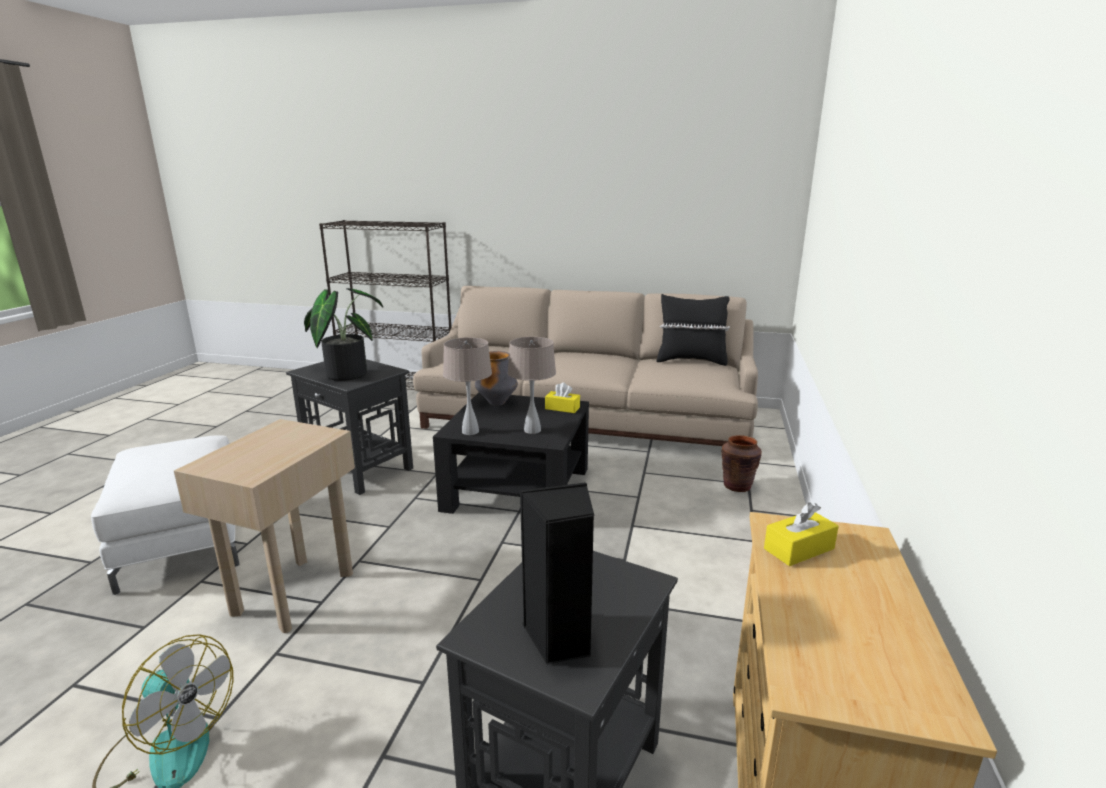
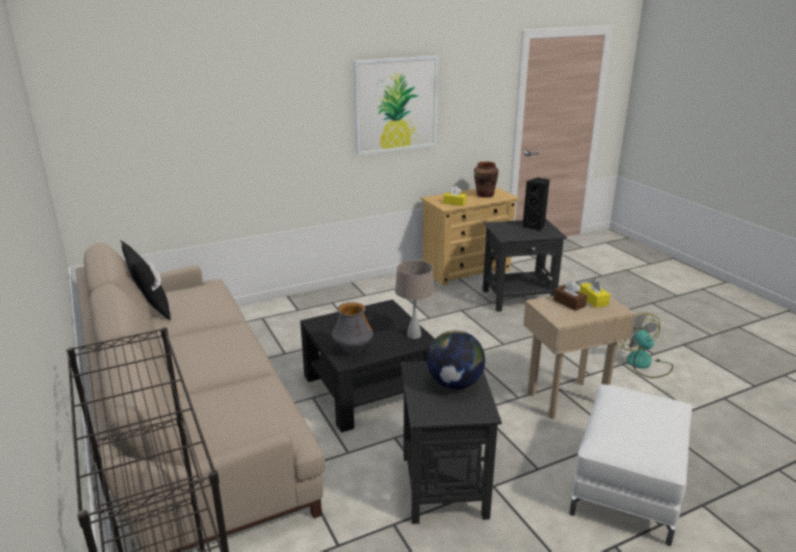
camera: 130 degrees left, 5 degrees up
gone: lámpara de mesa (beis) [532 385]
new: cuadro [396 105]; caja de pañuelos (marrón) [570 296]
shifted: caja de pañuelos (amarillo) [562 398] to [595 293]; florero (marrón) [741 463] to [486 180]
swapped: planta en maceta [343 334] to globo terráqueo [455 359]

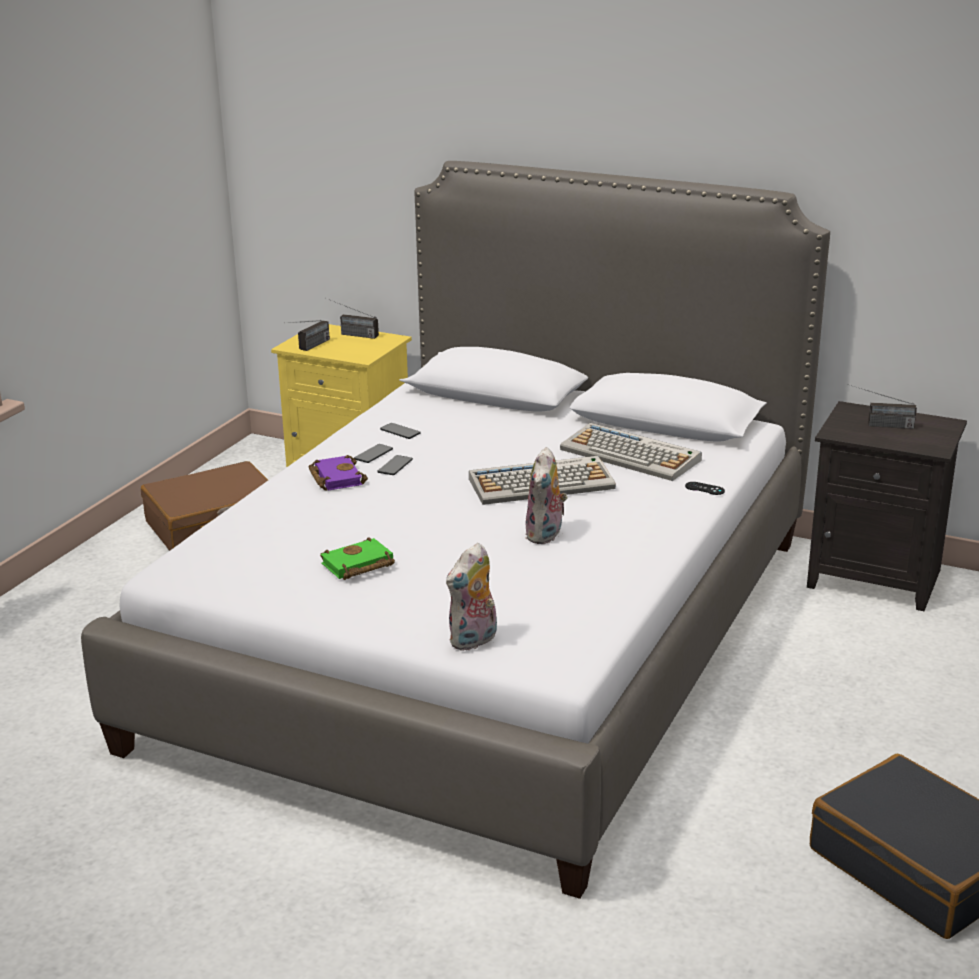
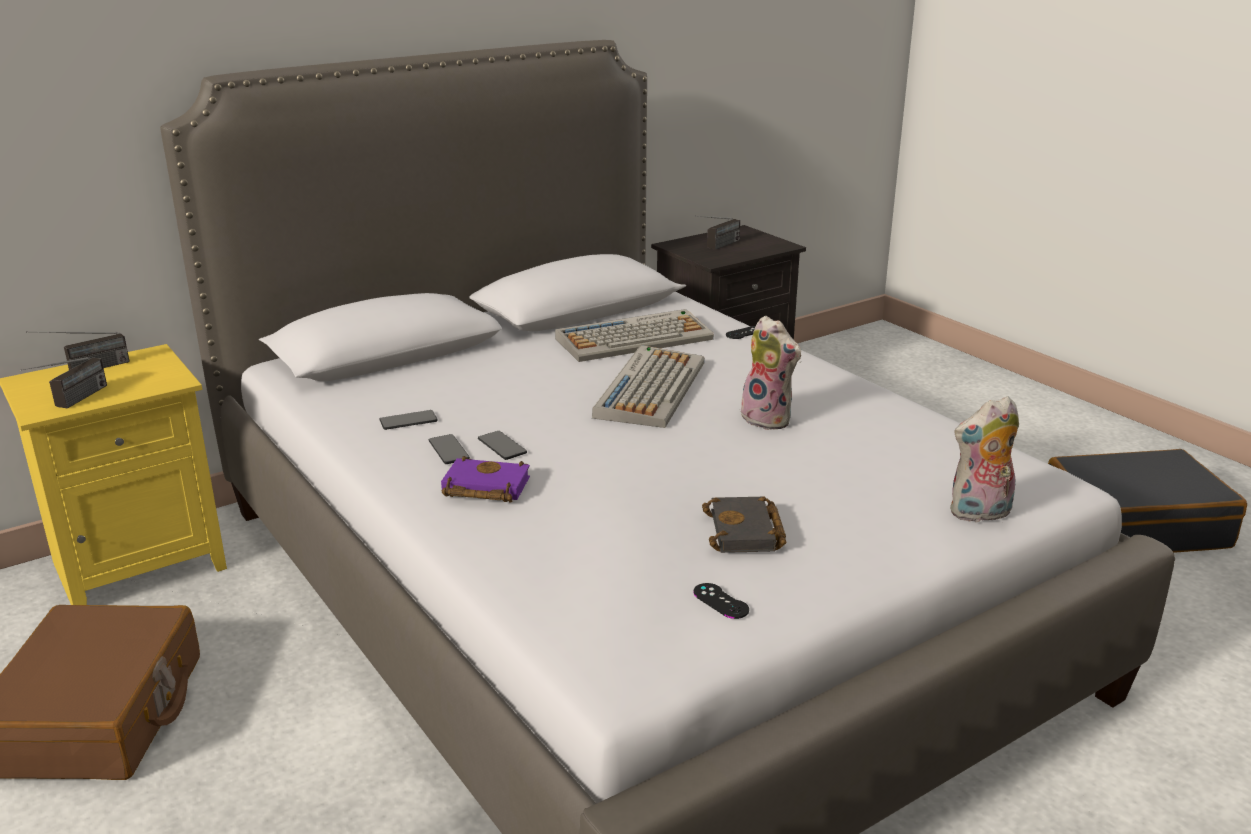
camera: 60 degrees left, 0 degrees up
new: mando de consola (negro) [721 601]
repainted: libro (verde) [357 558] to libro (negro) [744 524]
rotated: radio [307 335] = [63 383] 45 degrees clockwise; peluche [471 597] = [984 459] 90 degrees clockwise

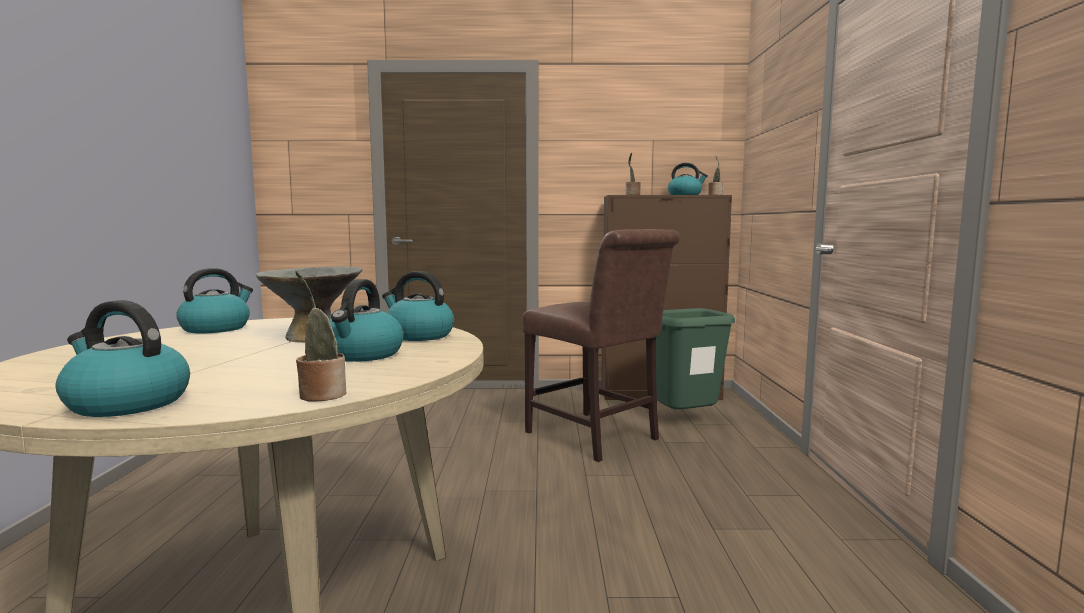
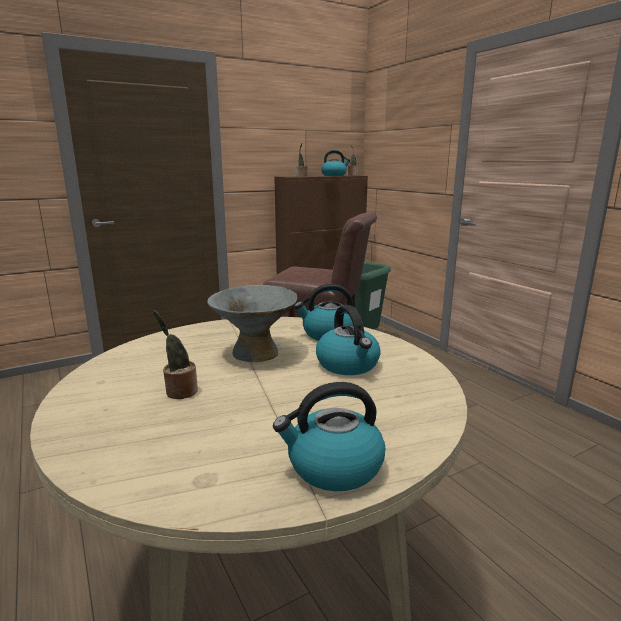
camera: 30 degrees left, 10 degrees up
gone: hervidor [214 300]
shifted: planta en maceta [321 336] to [175 354]

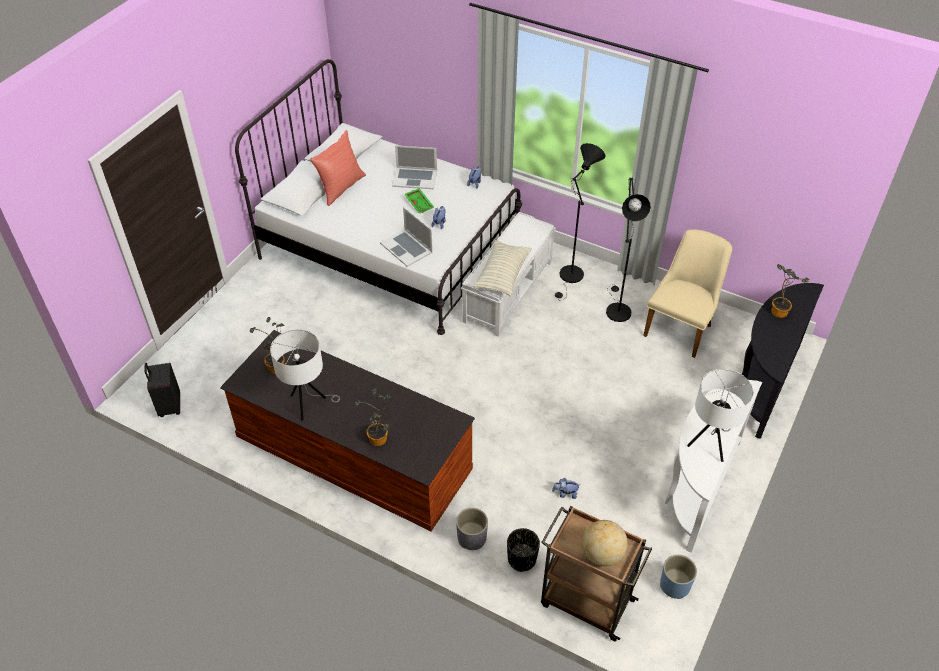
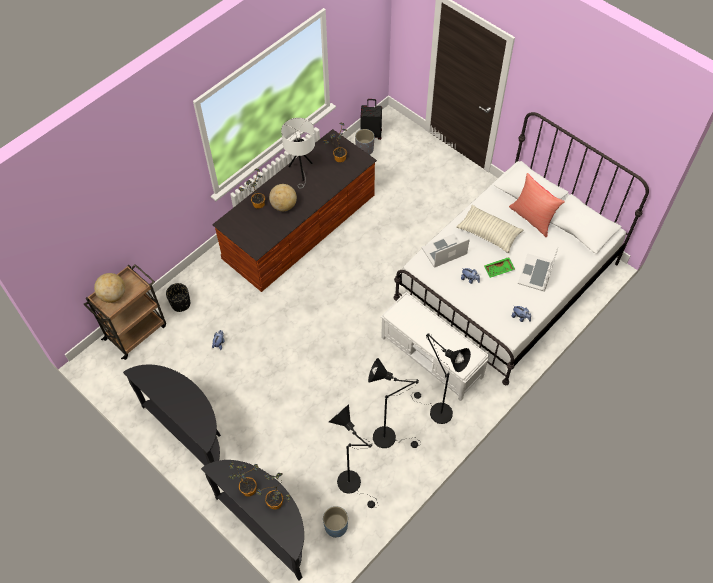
camera: 105 degrees right, 10 degrees up
gone: lámpara de mesa (blanco) [720 415]
new: planta en maceta [243 479]; globo terráqueo [283 197]
shifted: maceta (gris) [472 529] to [364 142]; cojín [502 268] to [489 229]; maceta (azul) [678 577] to [335 522]
swapped: silla (beis) [687 293] to lámpara de pie (negro) [354 456]
repainted: mesa consola (blanco) [713 466] to mesa consola (negro) [172 415]

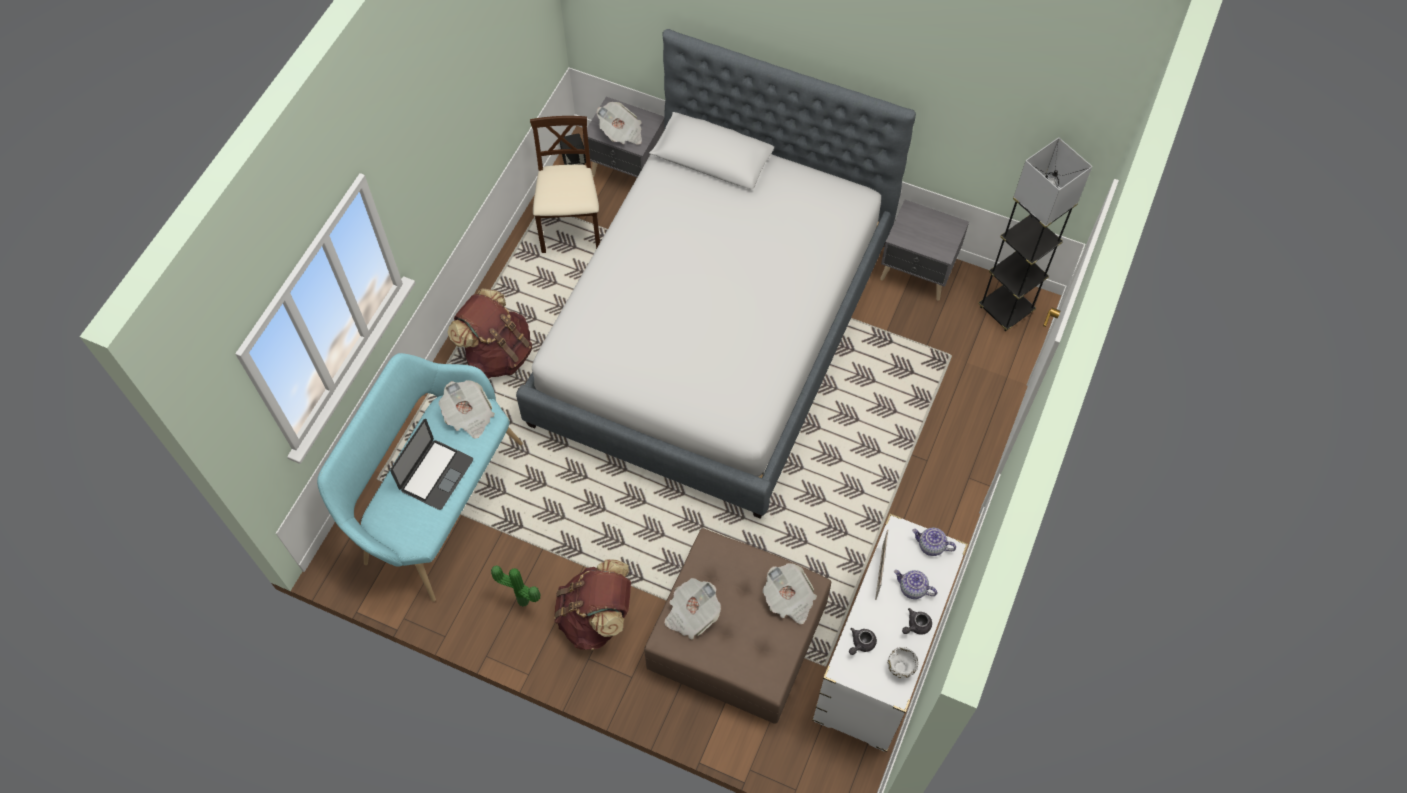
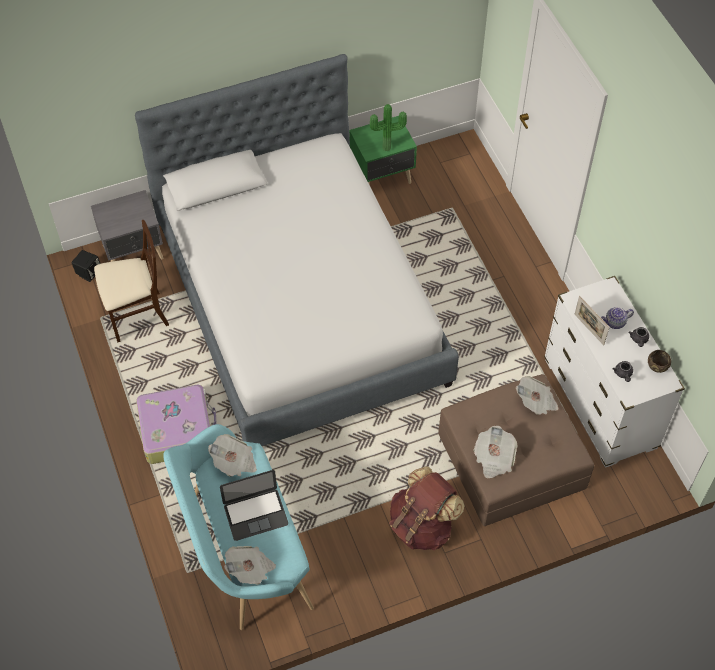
camera: 45 degrees left, 5 degrees down
gone: tetera [934 542]; lámpara de pie (gris) [1035 234]
shifted: planta en maceta [516 586] to [388 127]; periódico [619 123] to [250 565]
swapped: mochila (marrón) [489 333] to maleta [176 424]
repainted: mesita de noche (gris) [924 250] to mesita de noche (verde) [383 150]; cuenco (blanco) [903 662] to cuenco (marrón) [659 361]
rotated: portátil [431 464] = [254 505] 90 degrees clockwise; silla (beis) [565 184] = [131 281] 120 degrees clockwise

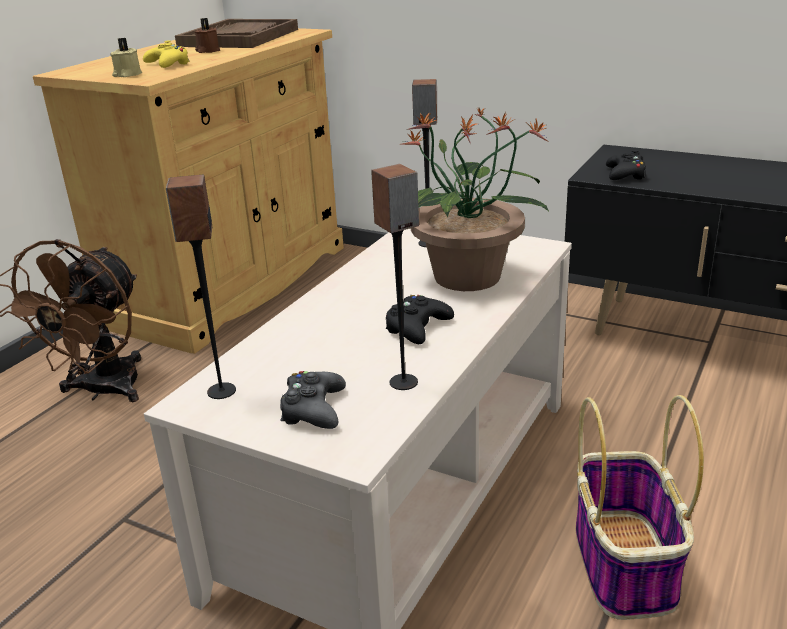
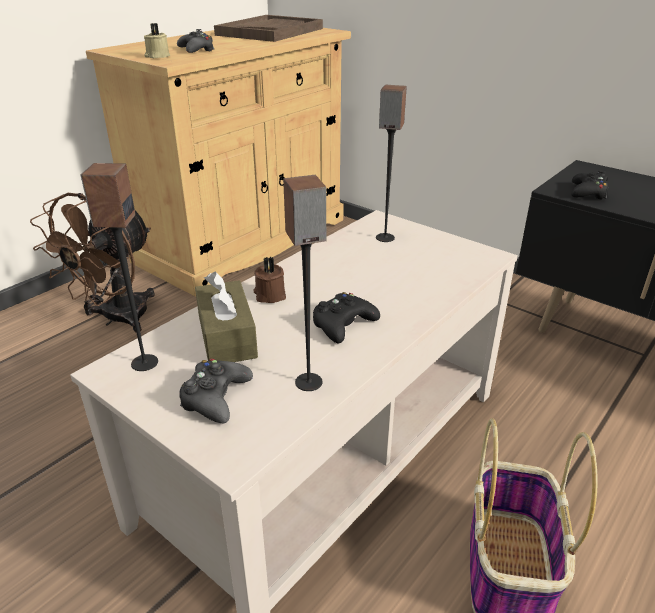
camera: 10 degrees right, 5 degrees up
gone: planta en maceta [475 199]
new: caja de pañuelos (marrón) [226 316]
shifted: vela (marrón) [207 35] to [269 280]
repainted: mando de consola (amarillo) [166 54] to mando de consola (negro) [195 41]

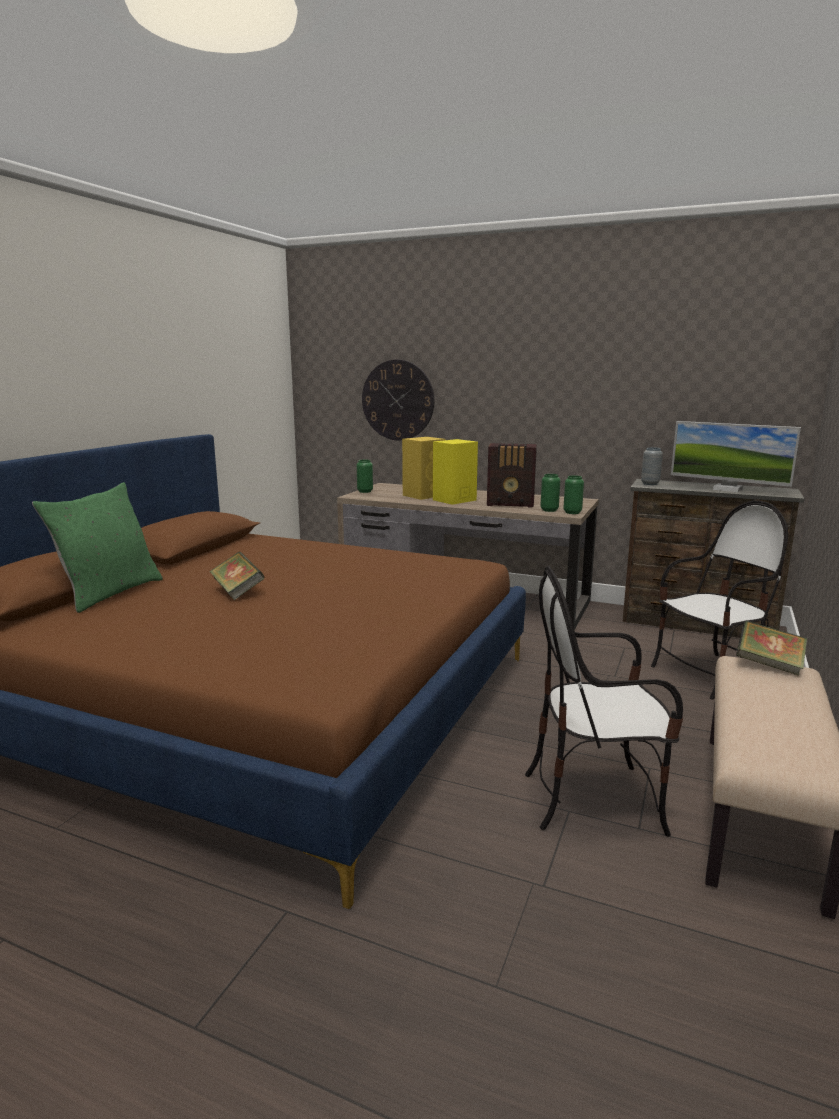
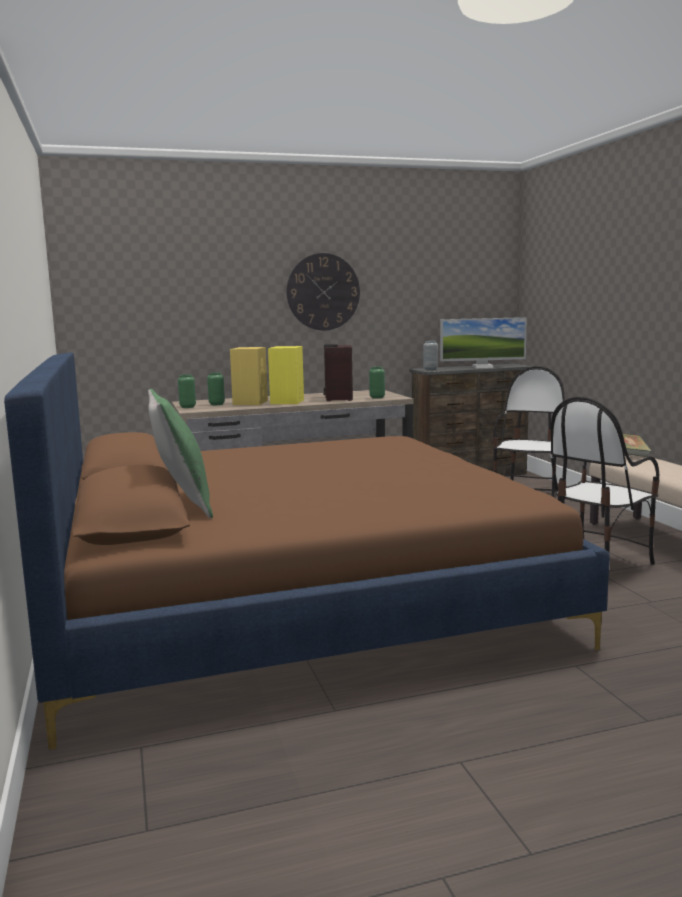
camera: 40 degrees left, 5 degrees down
gone: libro [237 576]
shifted: reloj de pared [398 400] to [323 291]; florero (verde) [573 494] to [216 388]
rotated: radio [512 475] = [338 372] 120 degrees clockwise

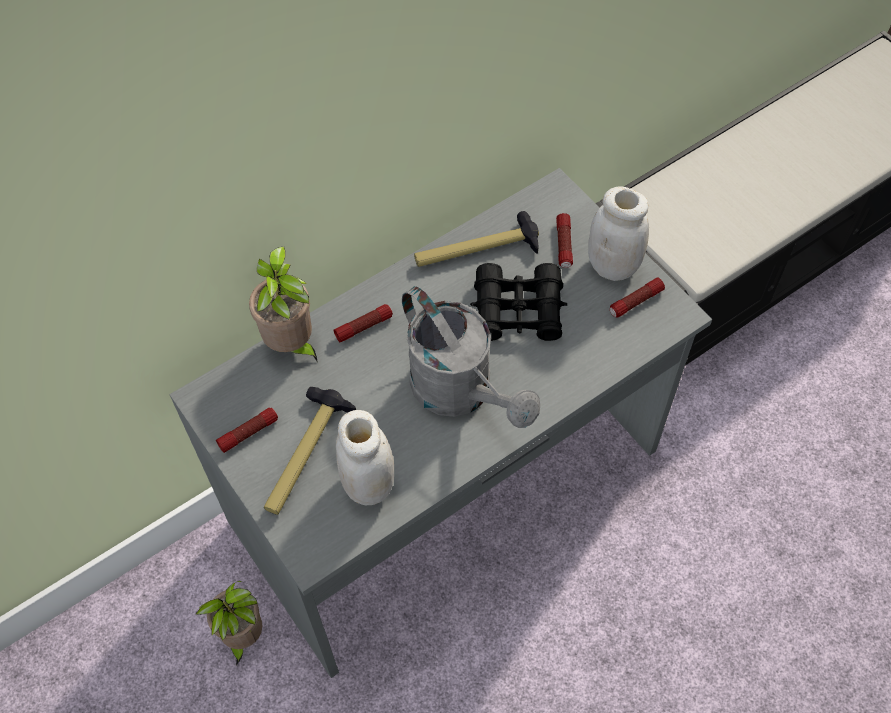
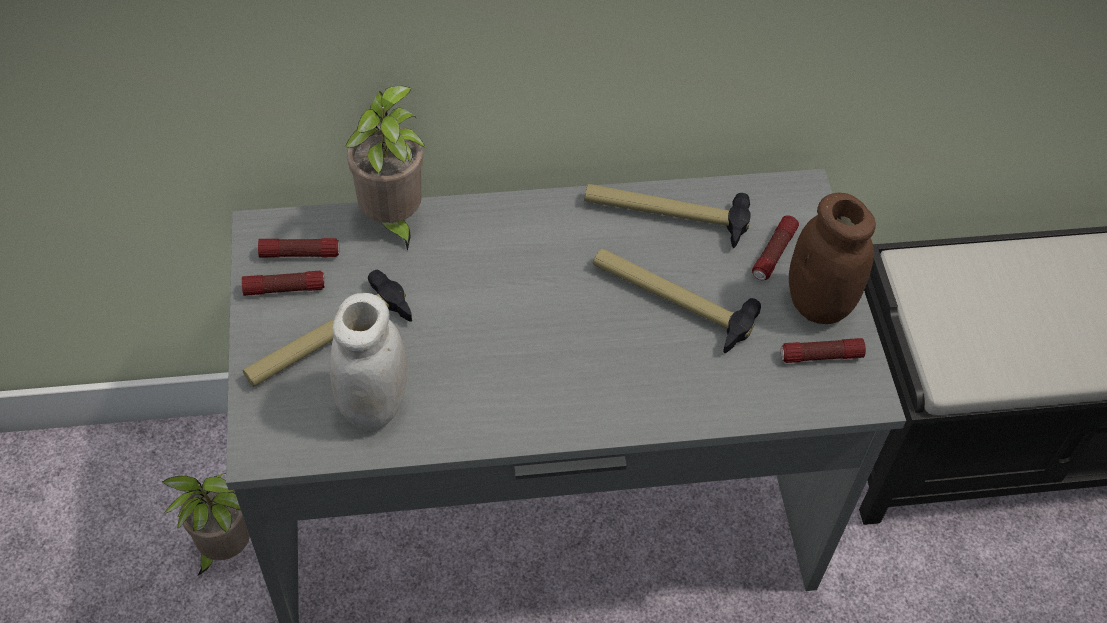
camera: 25 degrees right, 5 degrees down
gone: regadera (gris) [471 357]
shifted: linterna [363 323] to [298 248]
swapped: prismáticos (negro) [518 302] to martillo [677 300]
repainted: tarro (blanco) [618 233] to tarro (marrón) [832 258]

